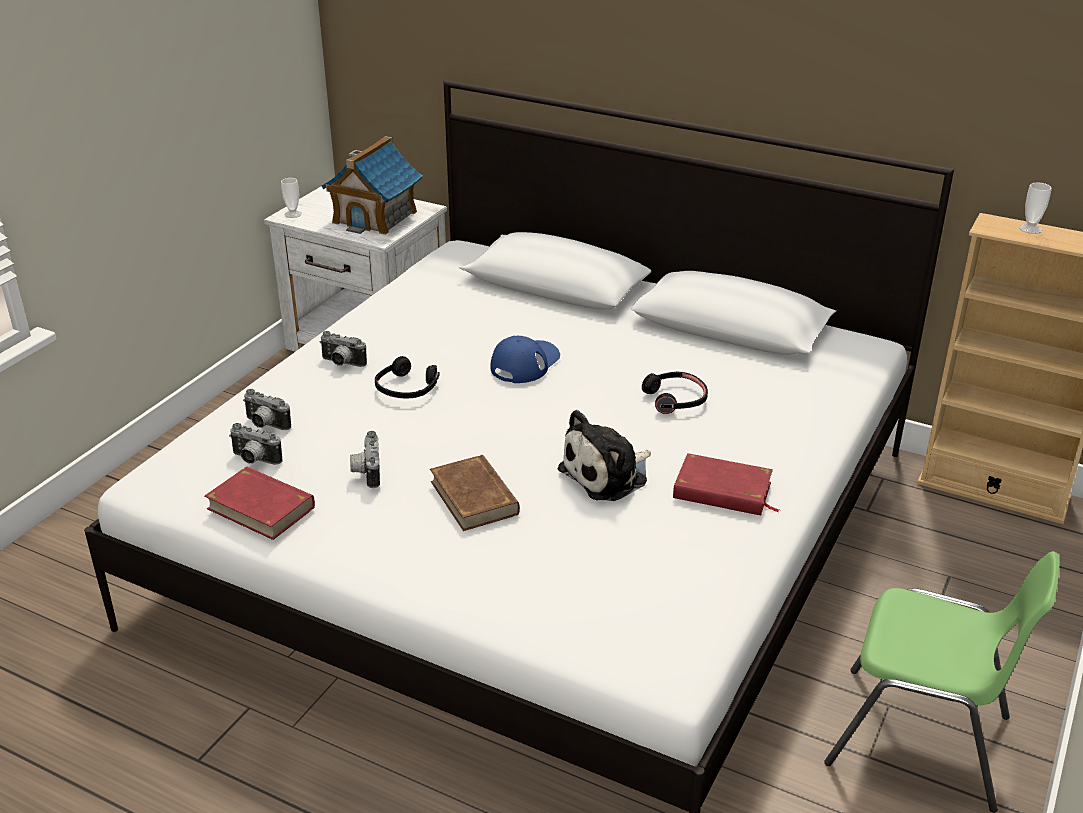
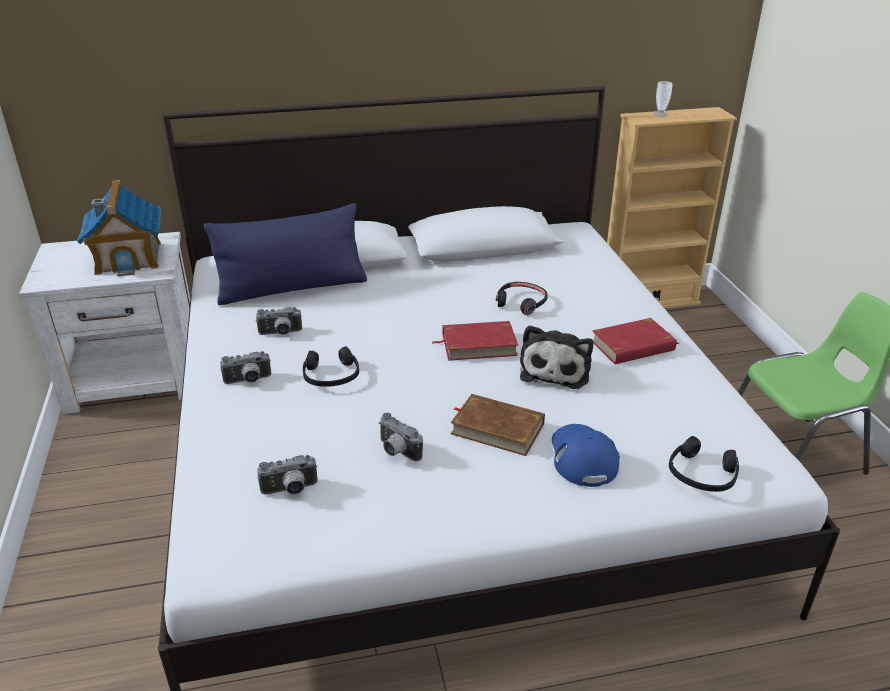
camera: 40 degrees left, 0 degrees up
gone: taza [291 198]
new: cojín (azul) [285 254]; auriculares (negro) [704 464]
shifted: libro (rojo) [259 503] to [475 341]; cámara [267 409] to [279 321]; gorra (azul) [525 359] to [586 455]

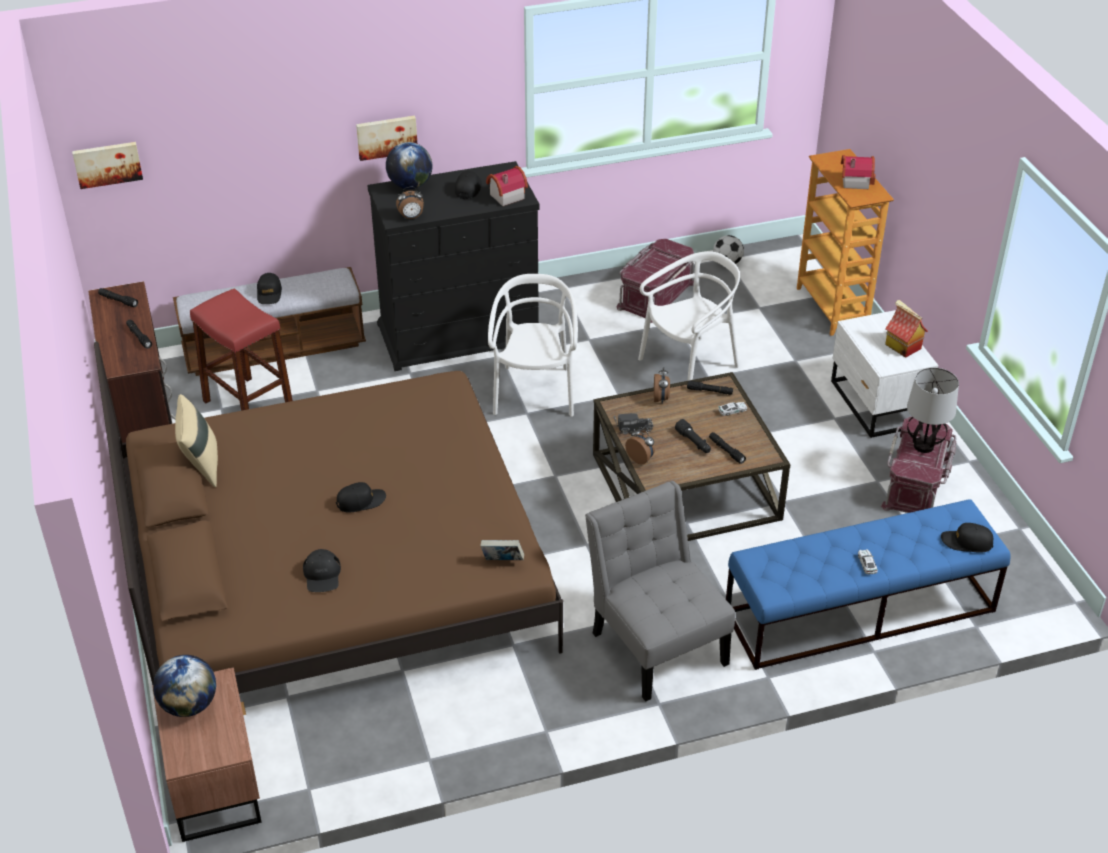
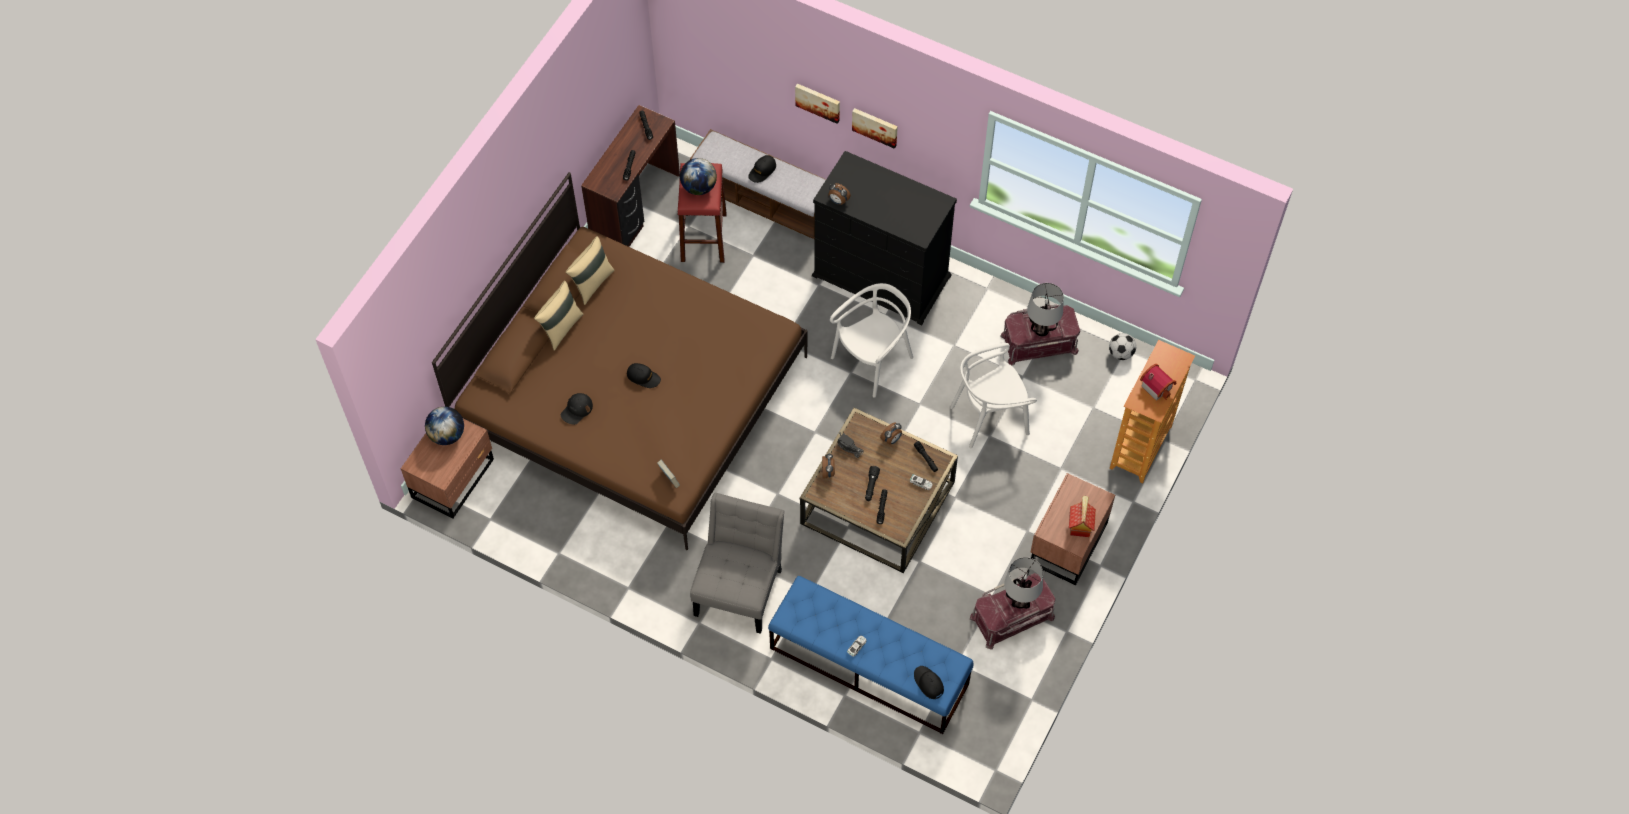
camera: 45 degrees right, 20 degrees up
gone: gorra (negro) [468 185]; casita [507 186]
new: cojín (beis) [559 316]; lámpara de mesa [1045 309]
shifted: cuadro [107 165] to [817 104]; globo terráqueo [409 165] to [698 176]
repainted: mesita de noche (blanco) [884 374] to mesita de noche (marrón) [1072 529]
rotated: silla (blanco) [689 316] = [993 395] 150 degrees clockwise

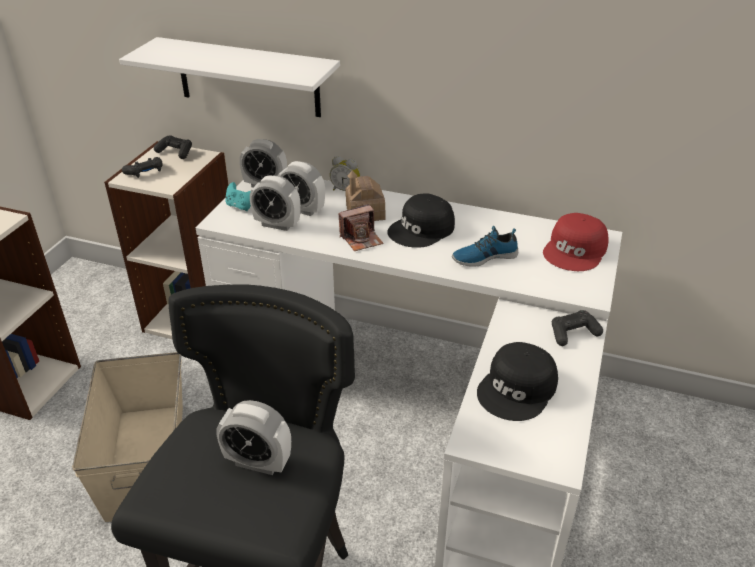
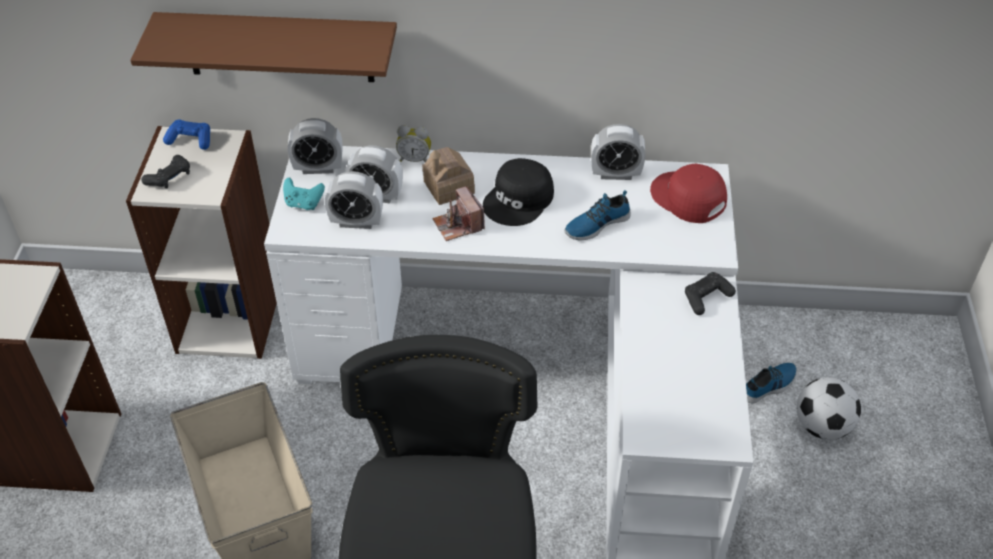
camera: 15 degrees left, 10 degrees up
gone: gorra (negro) [517 381]
new: zapato [771 383]; balón de fútbol [829 408]
shifted: despertador [253 437] to [618 152]
repainted: estante (blanco) [229 77] to estante (marrón) [263 47]; mando de consola (negro) [173 147] to mando de consola (azul) [186 134]
rotated: cámara [361 227] = [458 213] 105 degrees clockwise; gorra (rojo) [576 242] = [688 193] 120 degrees clockwise

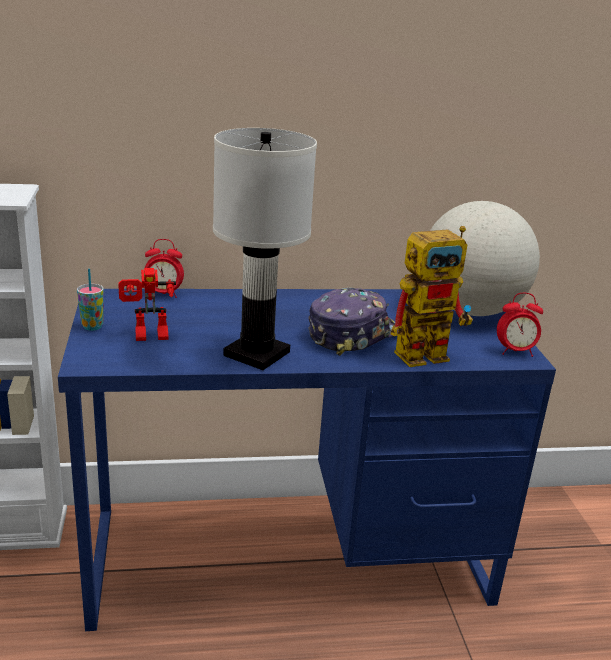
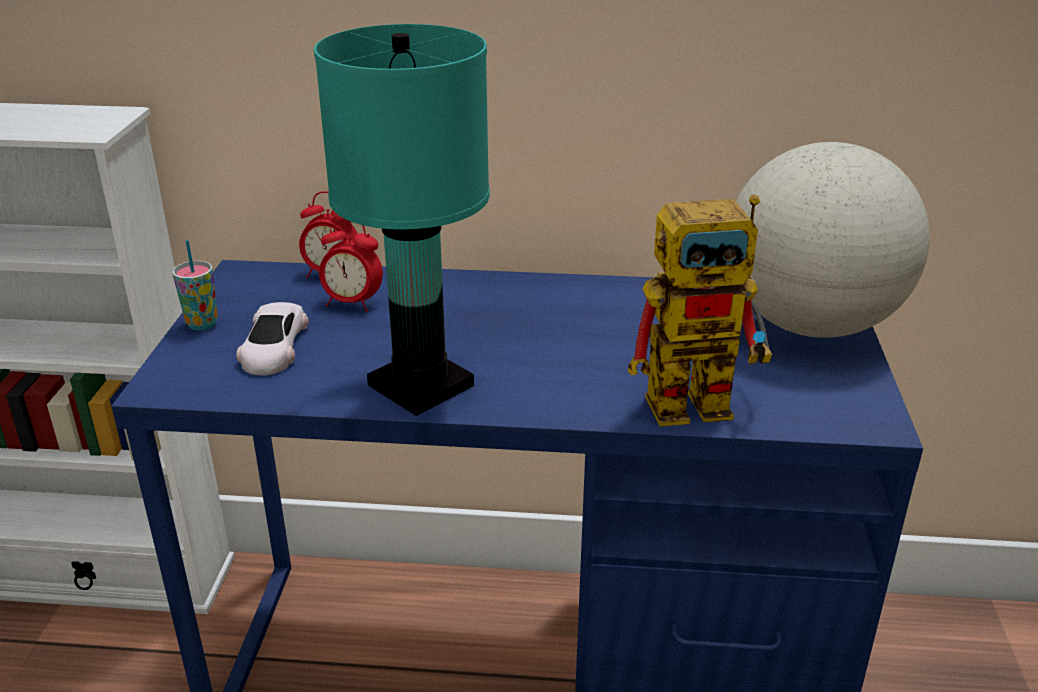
camera: 15 degrees right, 5 degrees up
gone: gorra [353 322]
shifted: despertador [520 325] to [351 265]
swapped: robot de juguete [147 304] to coche de juguete (blanco) [272 338]
repainted: lámpara de mesa (blanco) [265 249] to lámpara de mesa (turquesa) [402 220]

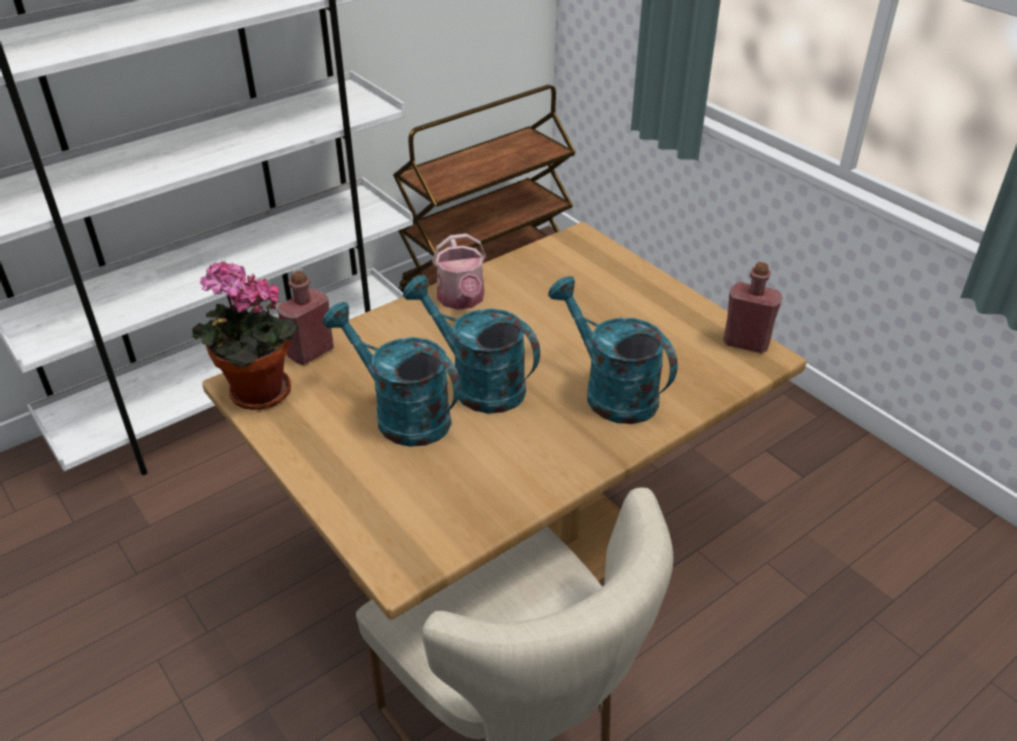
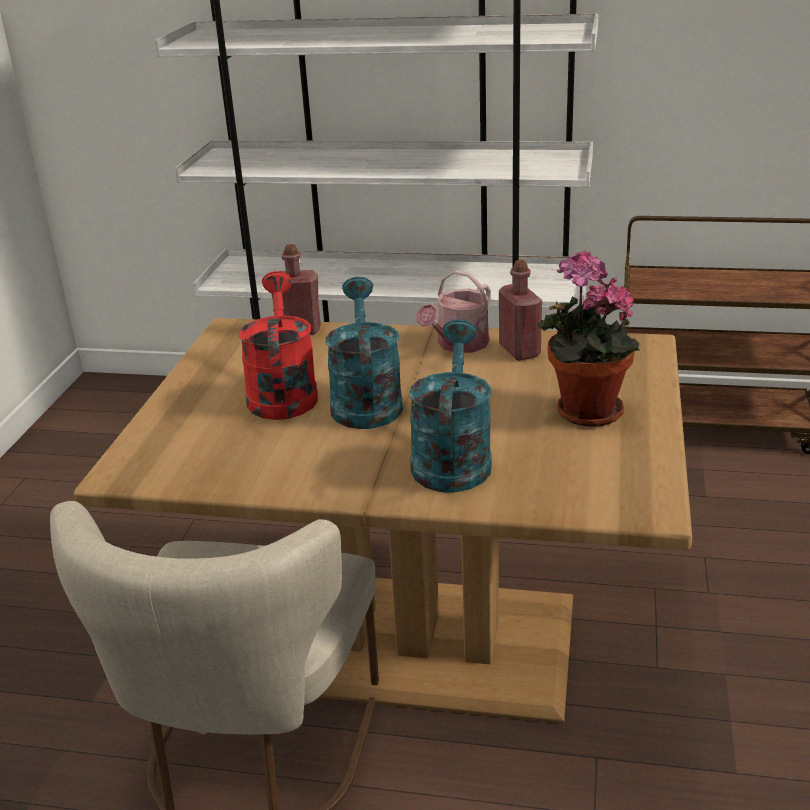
camera: 50 degrees right, 10 degrees down
shifted: planta en maceta [245 335] to [588 339]; botella (rojo) [752 307] to [520 310]
repainted: regadera (turquesa) [392 374] to regadera (rojo) [278 345]

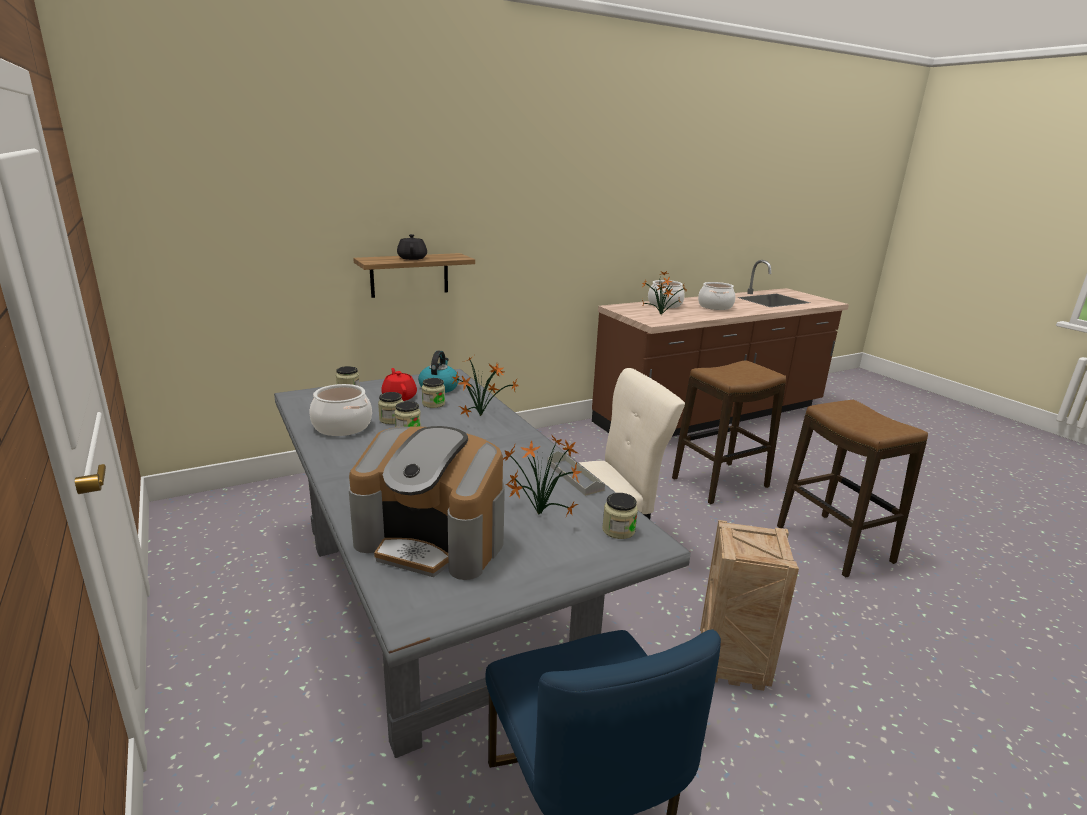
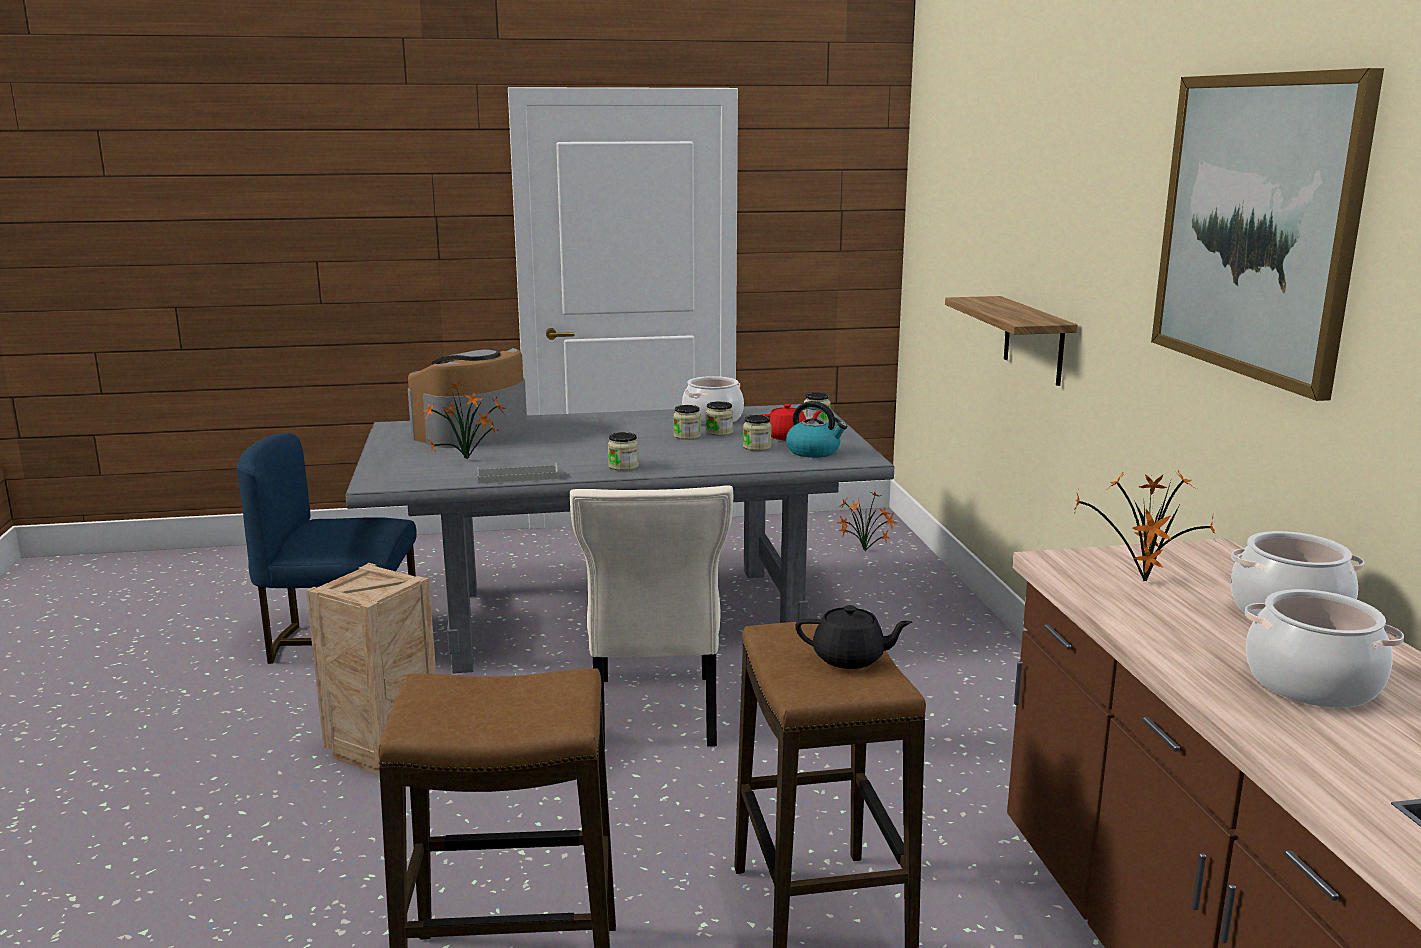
camera: 110 degrees right, 5 degrees down
new: cuadro [1267 234]
shifted: tetera (negro) [412 247] to [853 637]; planta en maceta [485 387] to [867 522]; tarro [620 516] to [623 451]

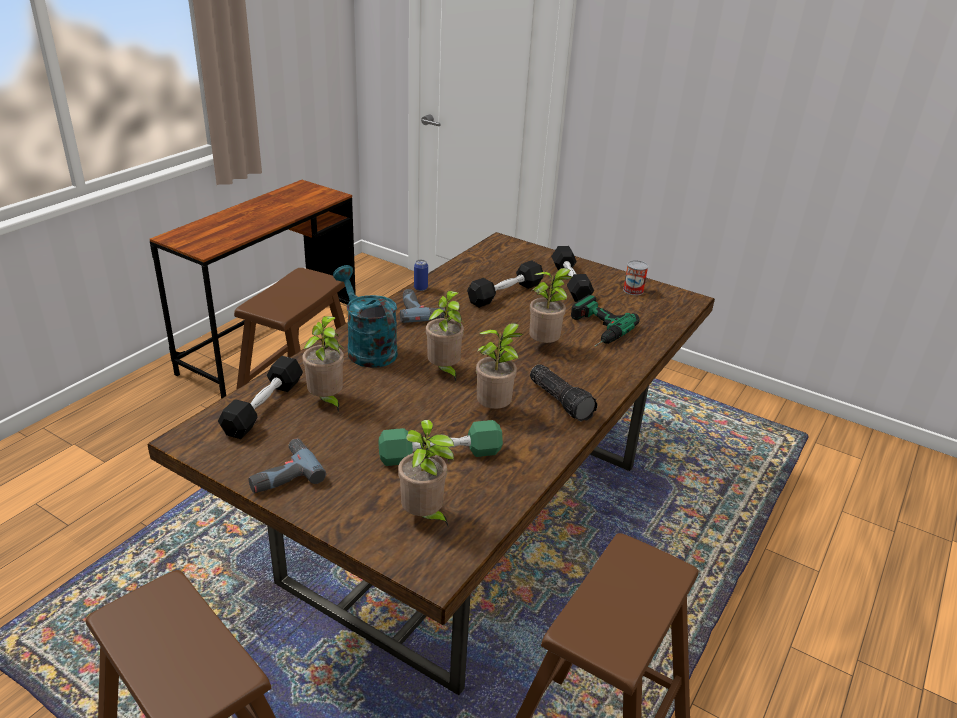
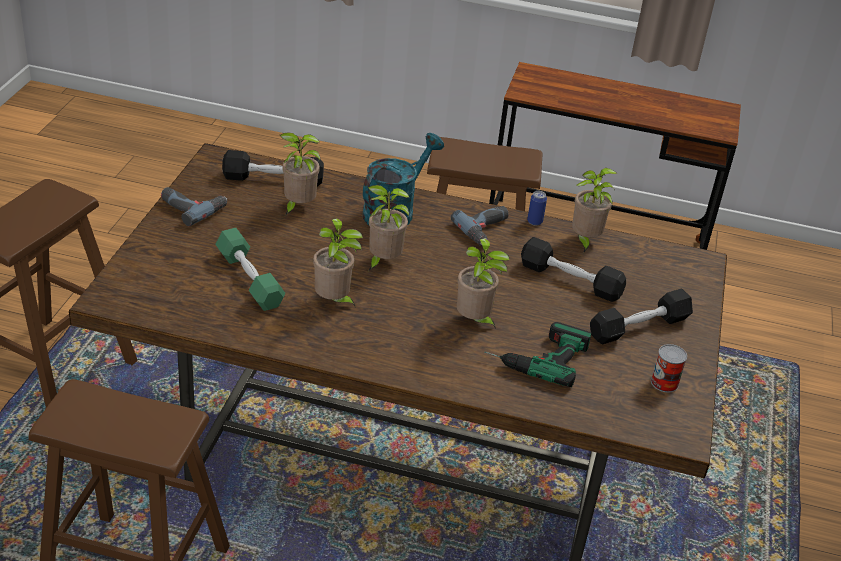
camera: 70 degrees right, 5 degrees up
gone: linterna [564 393]
shifted: planta en maceta [426 473] to [594 210]

